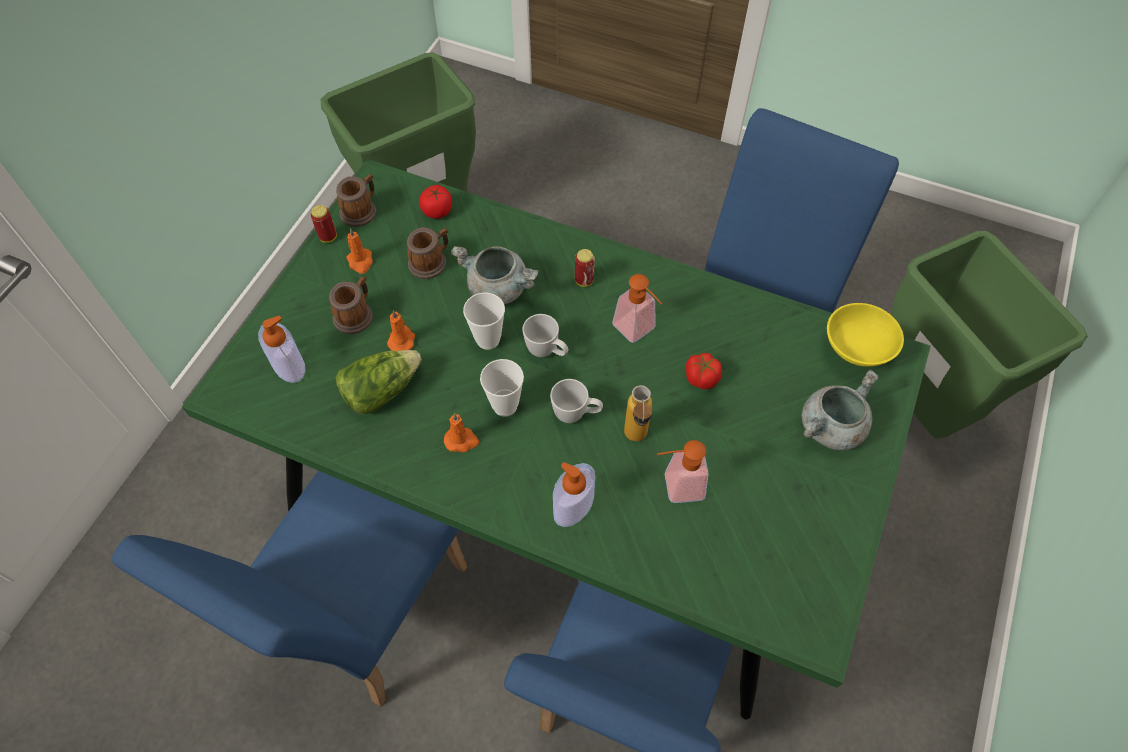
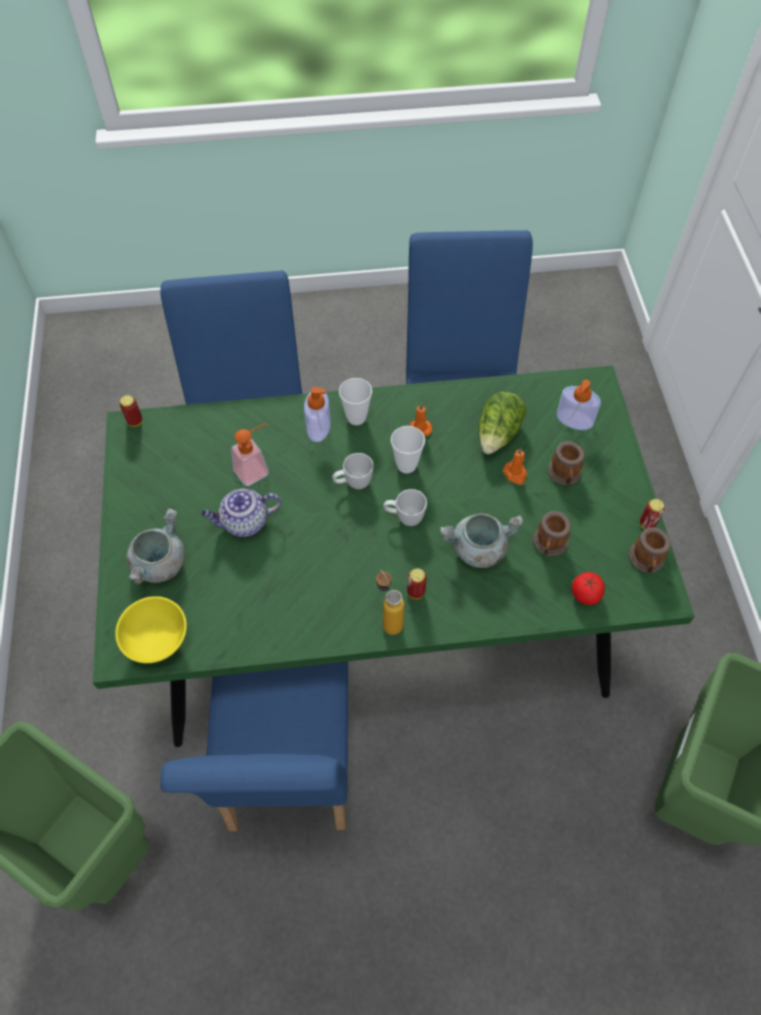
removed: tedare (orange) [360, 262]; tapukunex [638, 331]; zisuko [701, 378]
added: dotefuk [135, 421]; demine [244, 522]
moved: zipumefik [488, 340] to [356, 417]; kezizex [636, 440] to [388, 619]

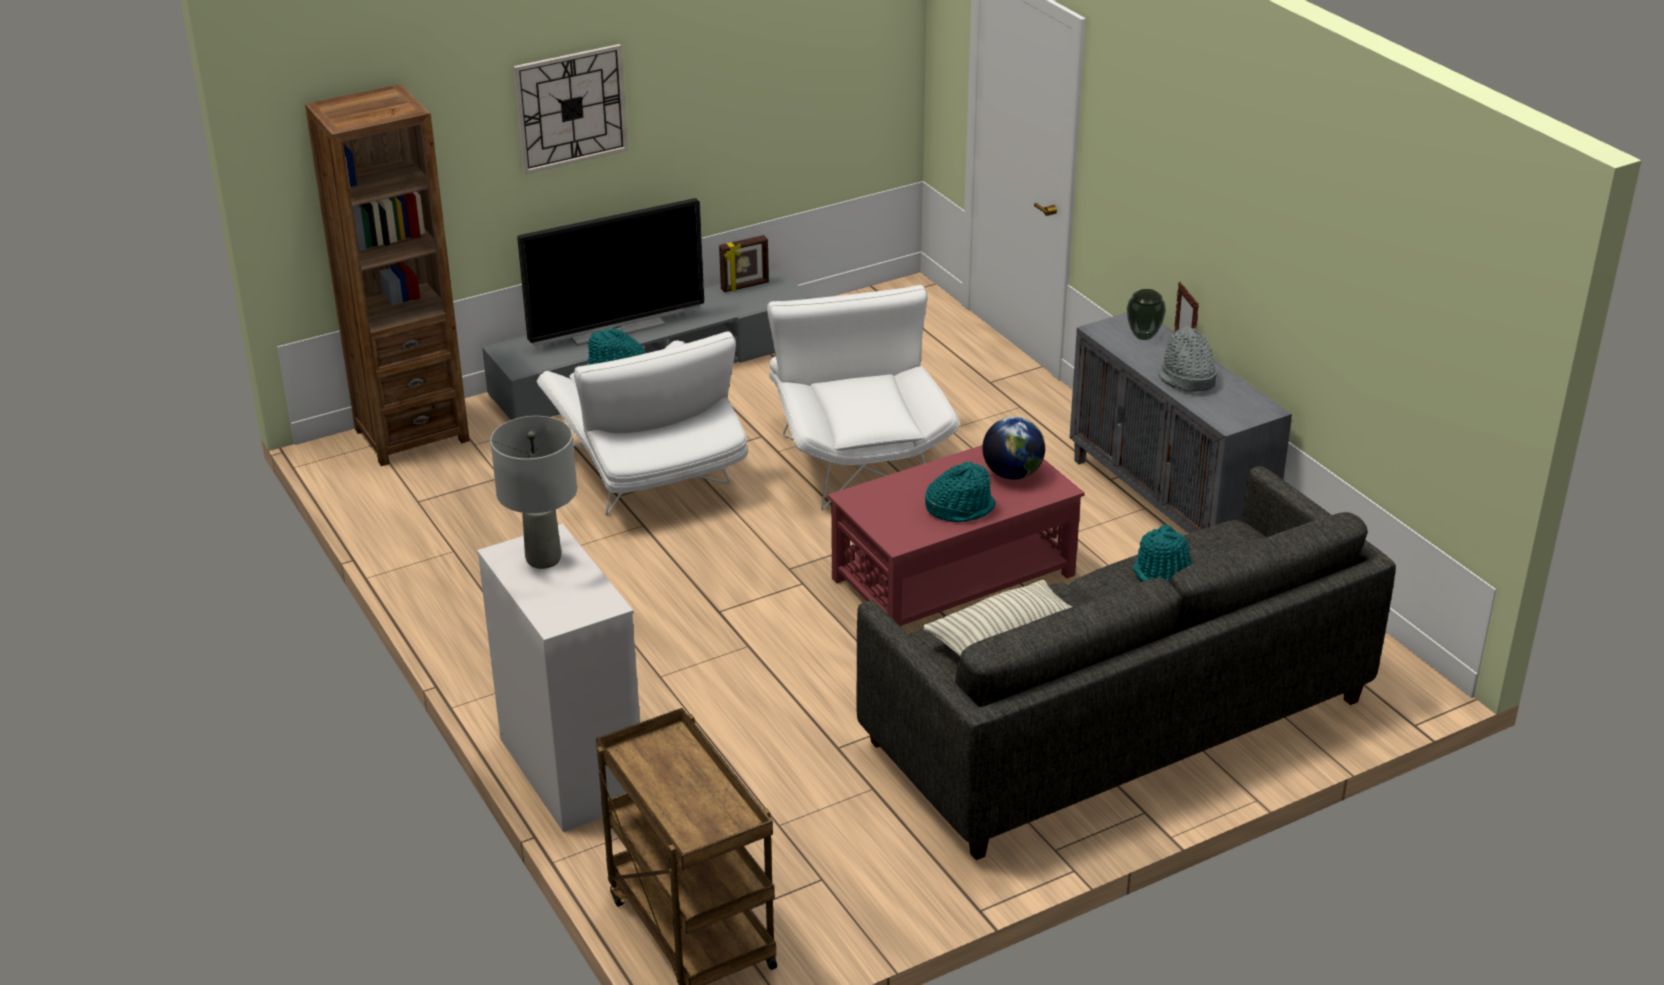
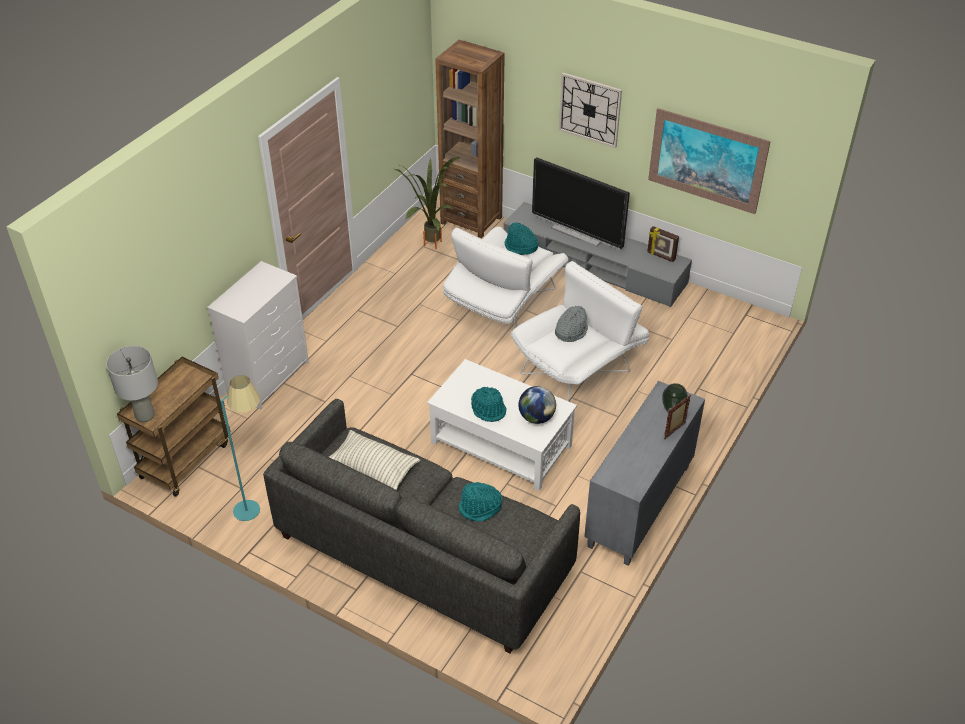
added: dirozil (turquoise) [258, 512]; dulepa [429, 246]; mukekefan [707, 160]
moved: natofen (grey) [544, 559] to [145, 416]; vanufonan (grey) [1186, 378] to [570, 331]
recoloured: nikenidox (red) [952, 577] to nikenidox (white) [500, 443]

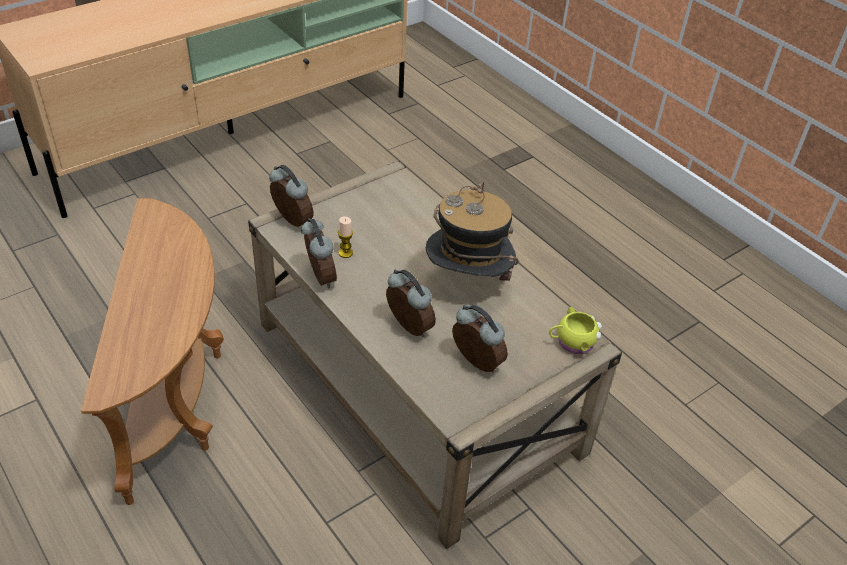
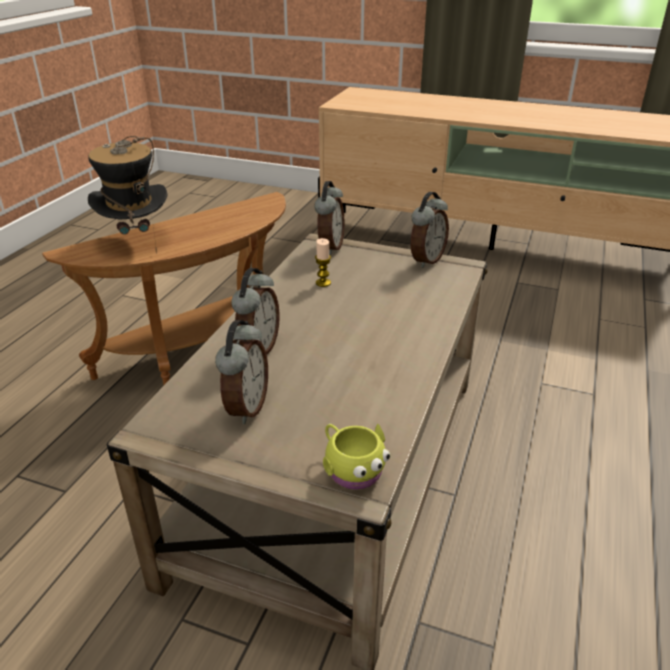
moved: vanufonan [467, 284] to [136, 240]; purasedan [319, 278] to [426, 260]

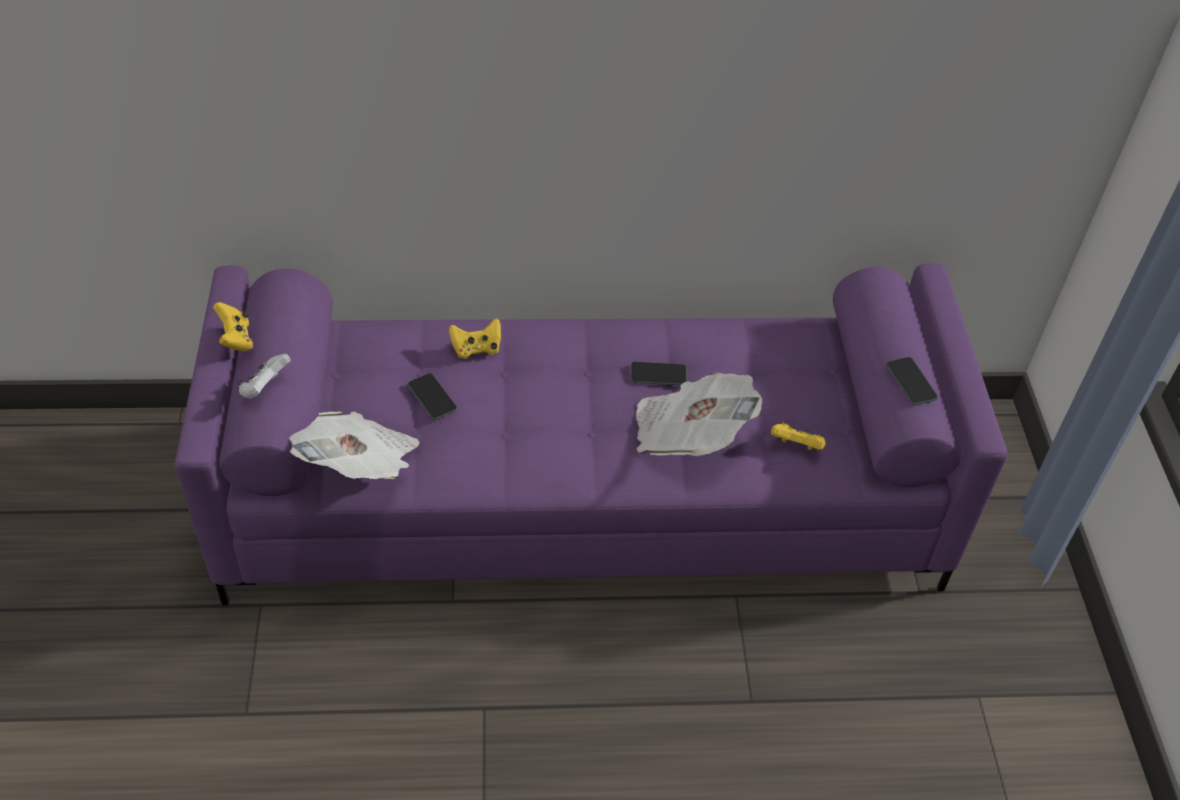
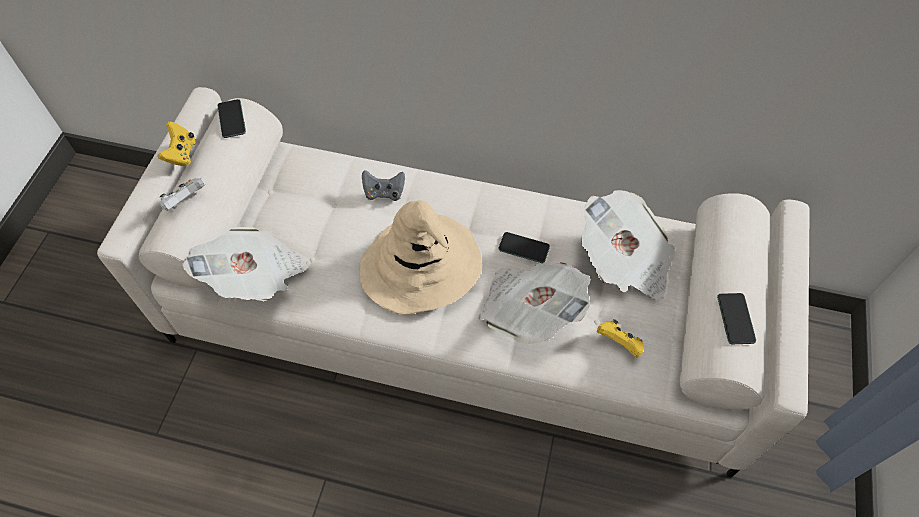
added: vanufonan (beige) [421, 266]; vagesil [624, 261]
moved: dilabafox [432, 397] to [231, 119]
recoloured: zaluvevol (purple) [586, 500] to zaluvevol (white) [462, 321]; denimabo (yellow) [476, 349] to denimabo (grey) [384, 193]

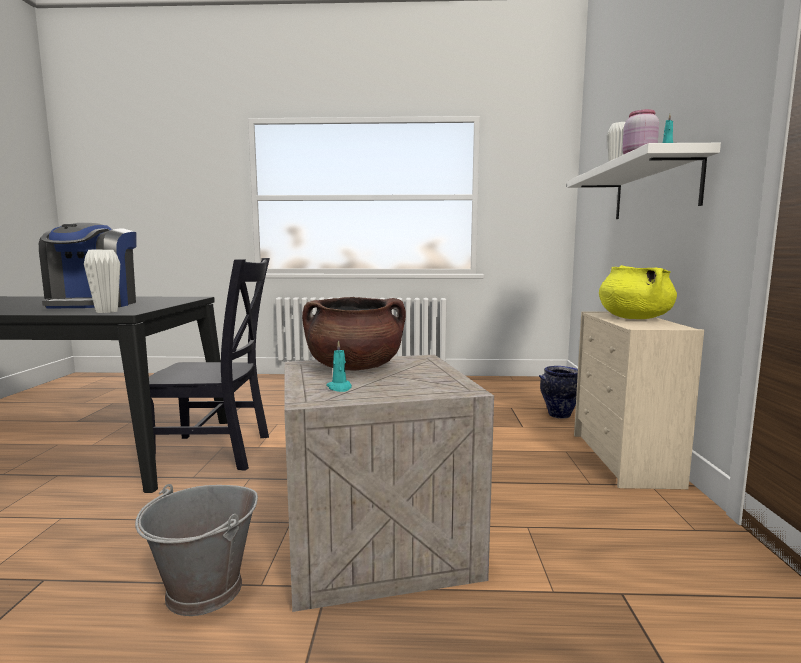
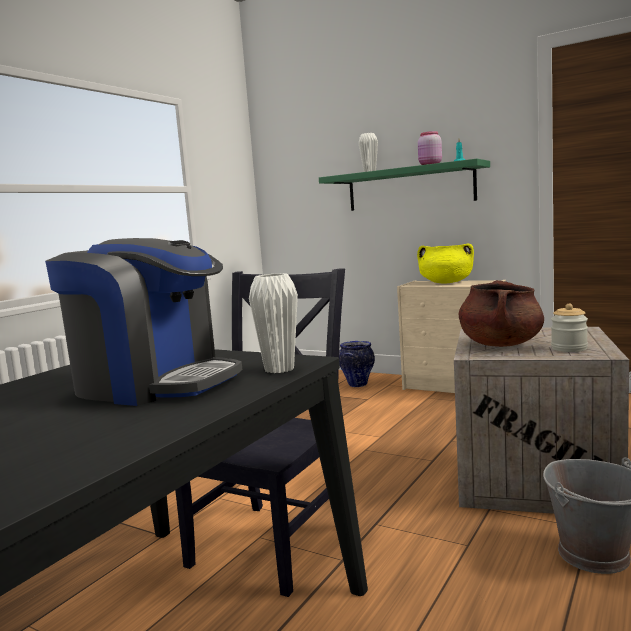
replaced: tedare (turquoise) [339, 388] to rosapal [569, 348]
recoloured: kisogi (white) [654, 189] to kisogi (green) [409, 188]

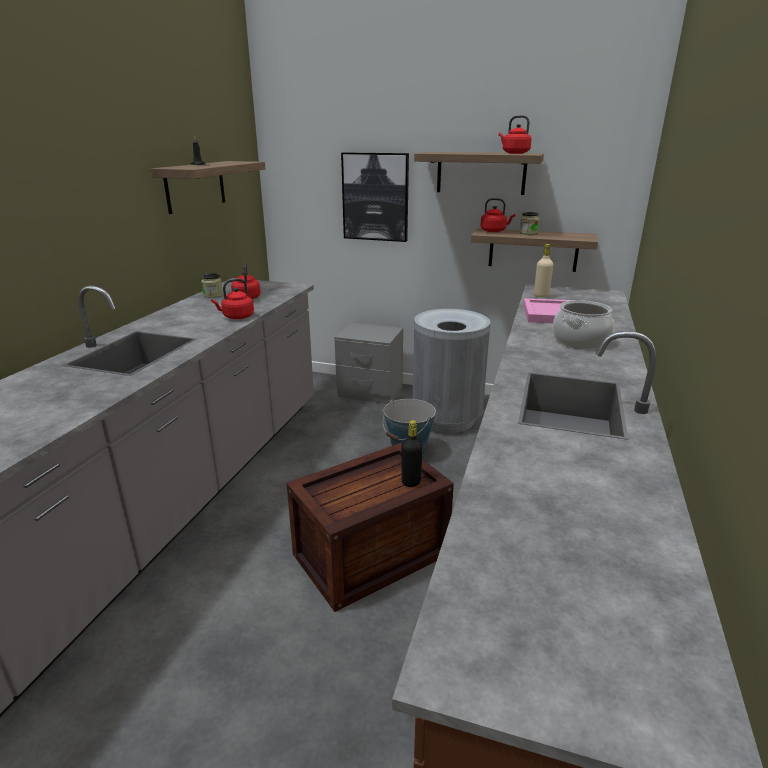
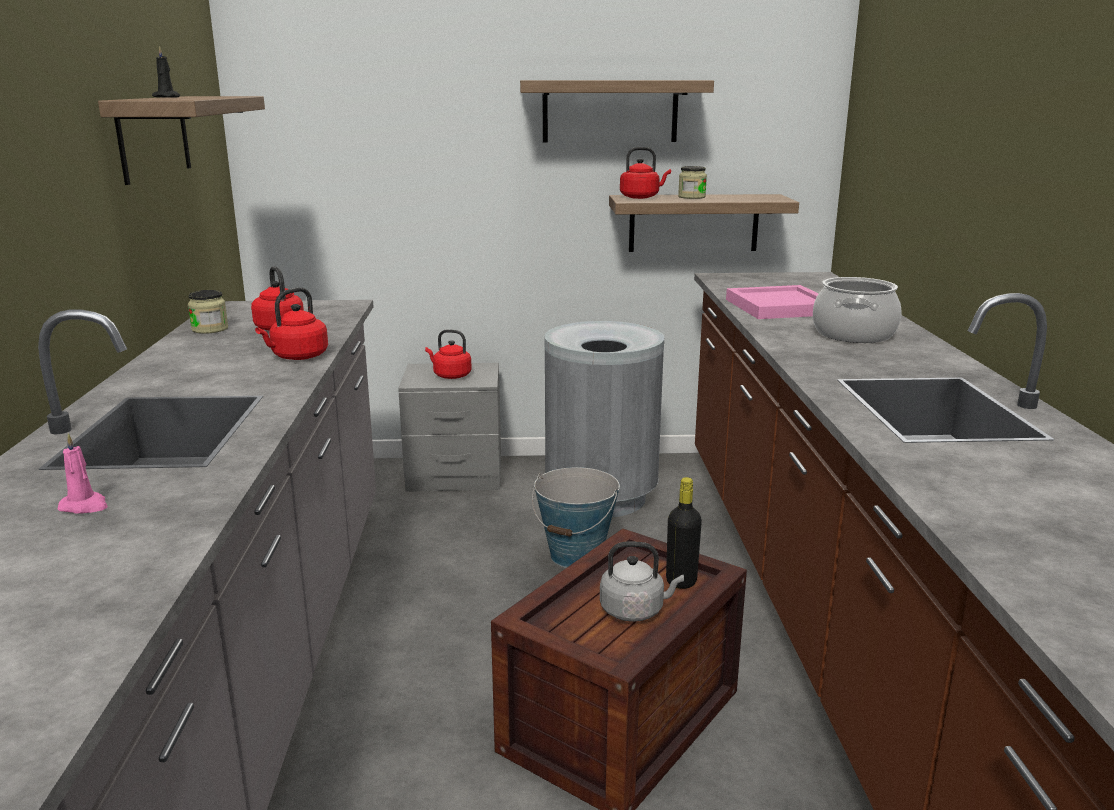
removed: mukekefan [375, 197]; kezizex (beige) [541, 296]
added: tedare (pink) [85, 506]; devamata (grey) [635, 610]
moved: devamata (red) [514, 153] to [450, 375]

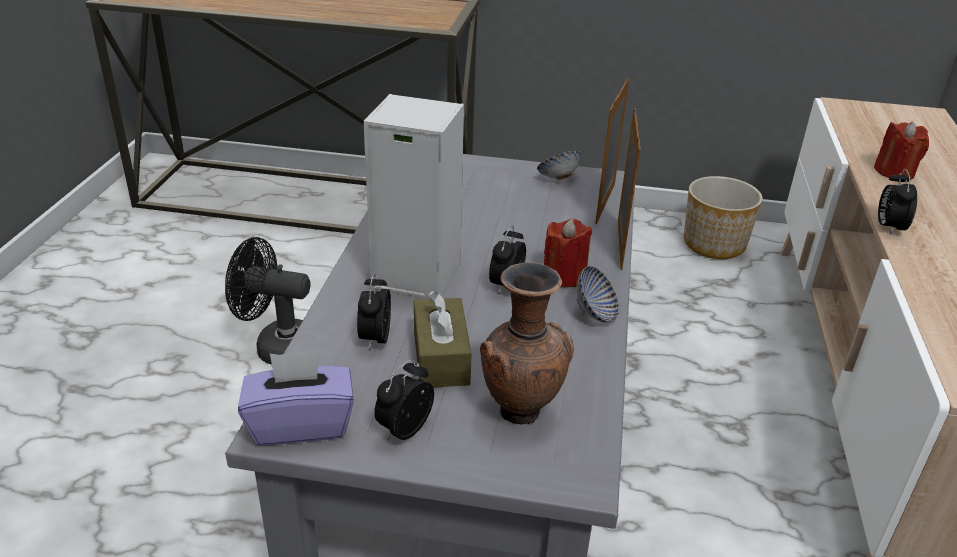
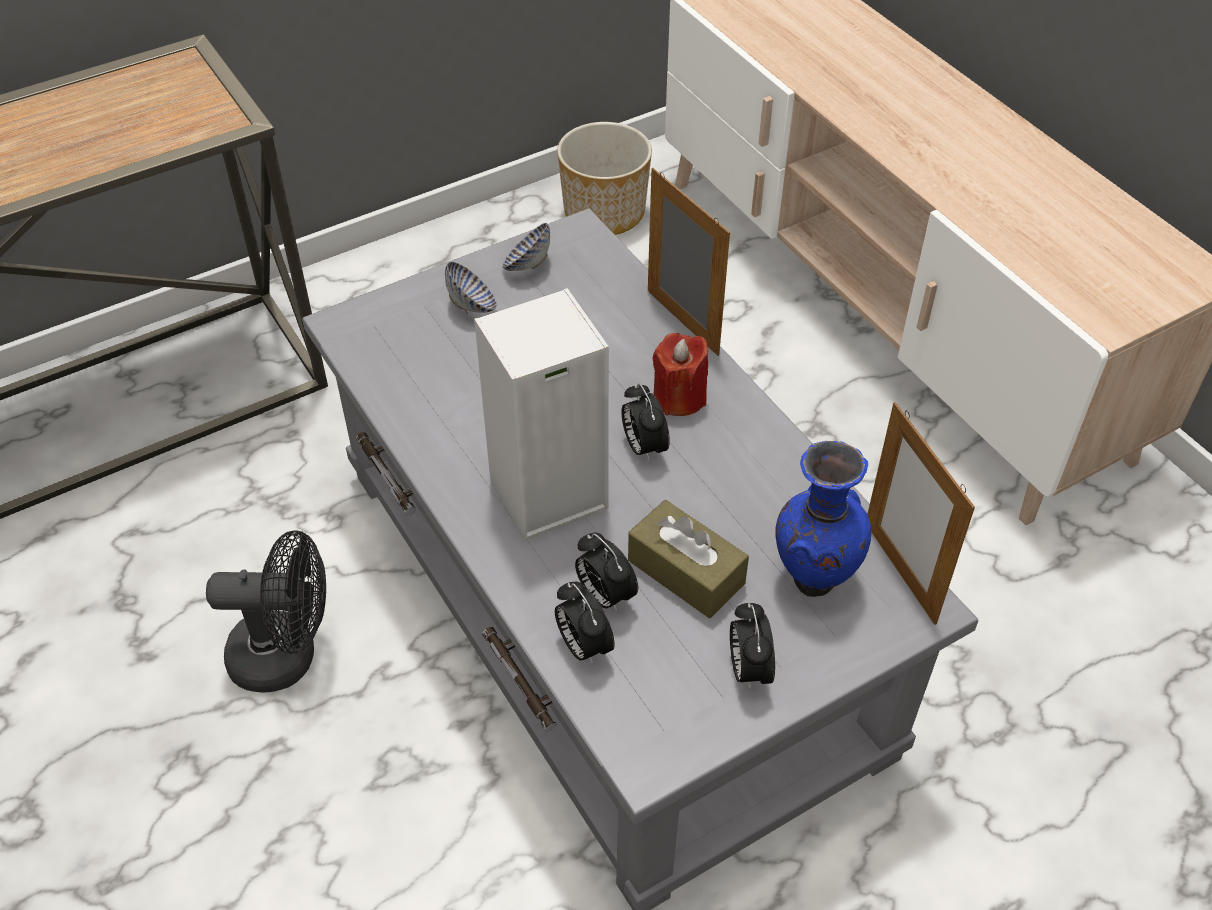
removed: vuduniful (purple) [300, 424]; tedare (red) [894, 172]
moved: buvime [595, 313] to [472, 305]; purasedan [888, 227] to [583, 646]; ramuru [605, 203] to [900, 572]
recoloured: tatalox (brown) [520, 410] to tatalox (blue) [812, 577]
turned: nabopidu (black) [278, 347] = [287, 656] 150 degrees counterclockwise

